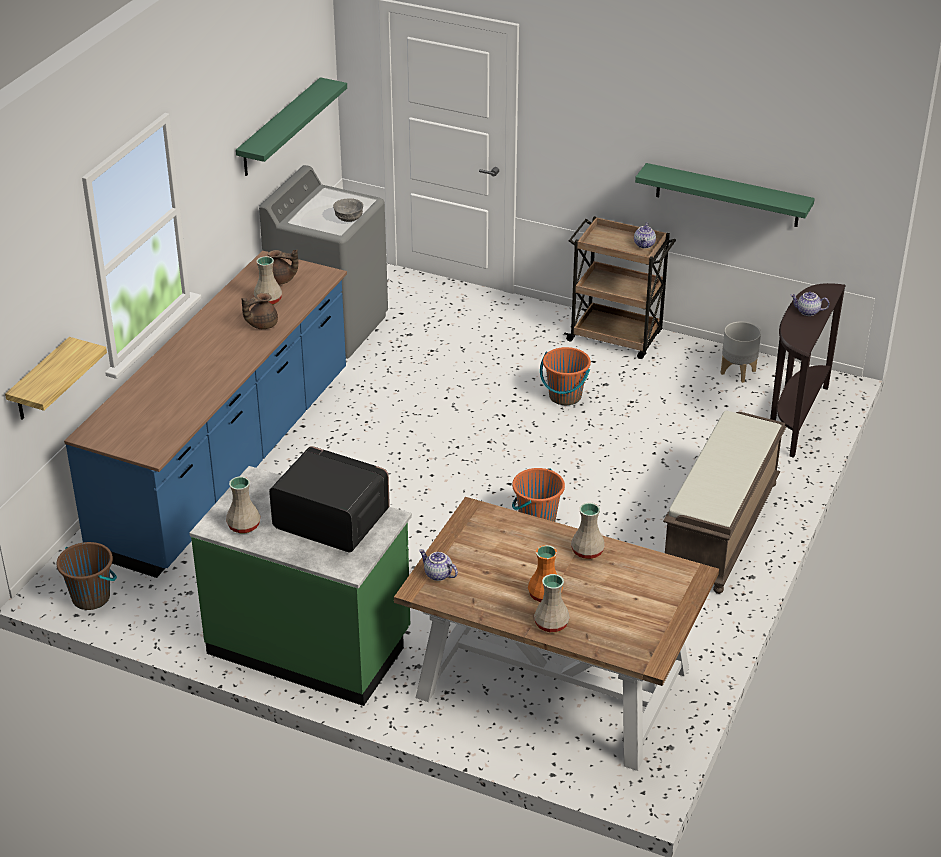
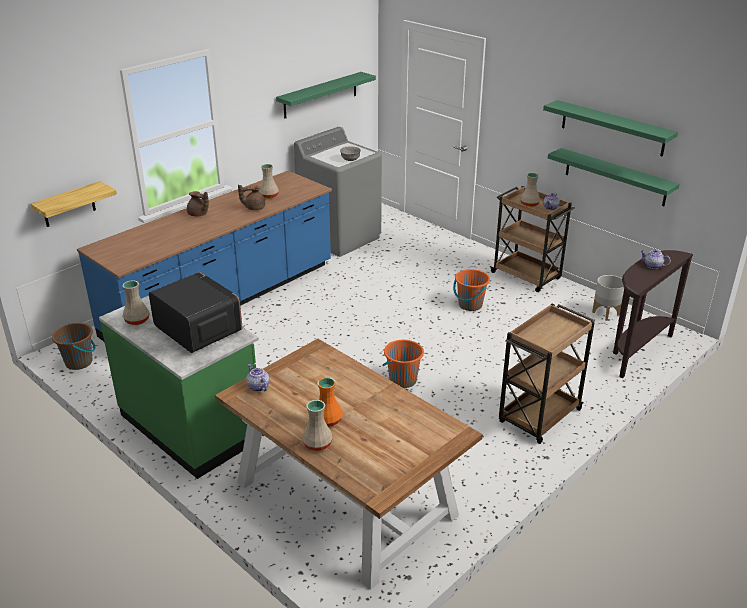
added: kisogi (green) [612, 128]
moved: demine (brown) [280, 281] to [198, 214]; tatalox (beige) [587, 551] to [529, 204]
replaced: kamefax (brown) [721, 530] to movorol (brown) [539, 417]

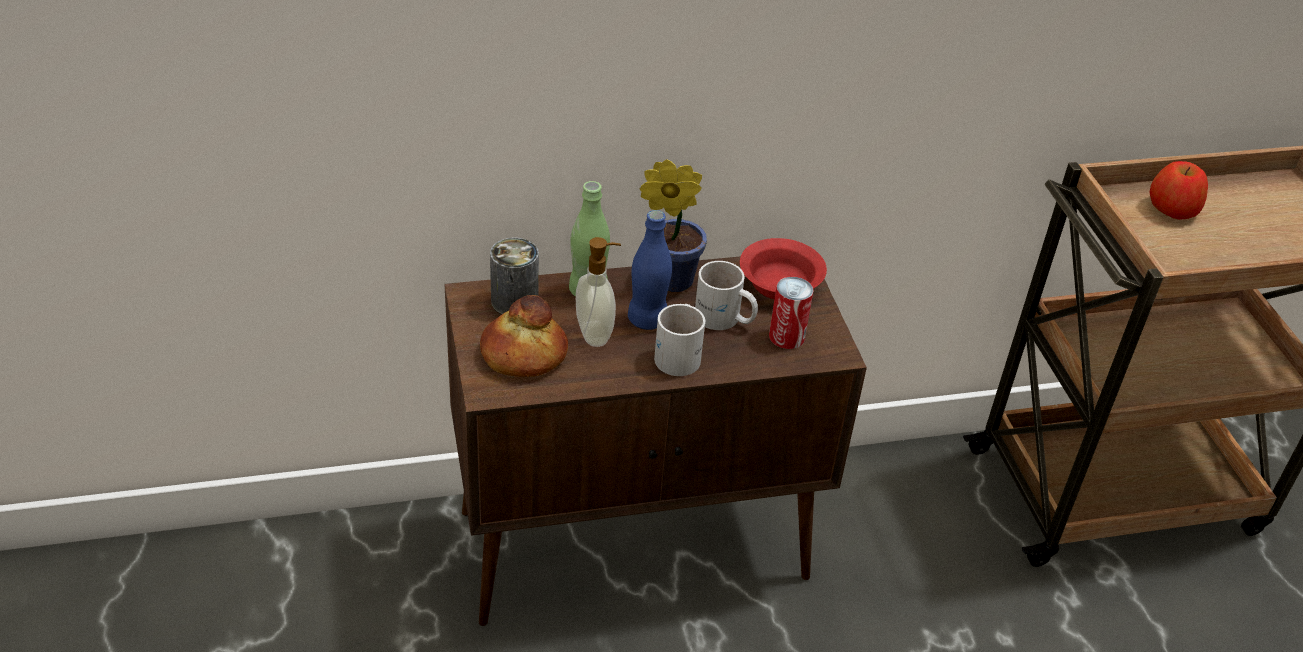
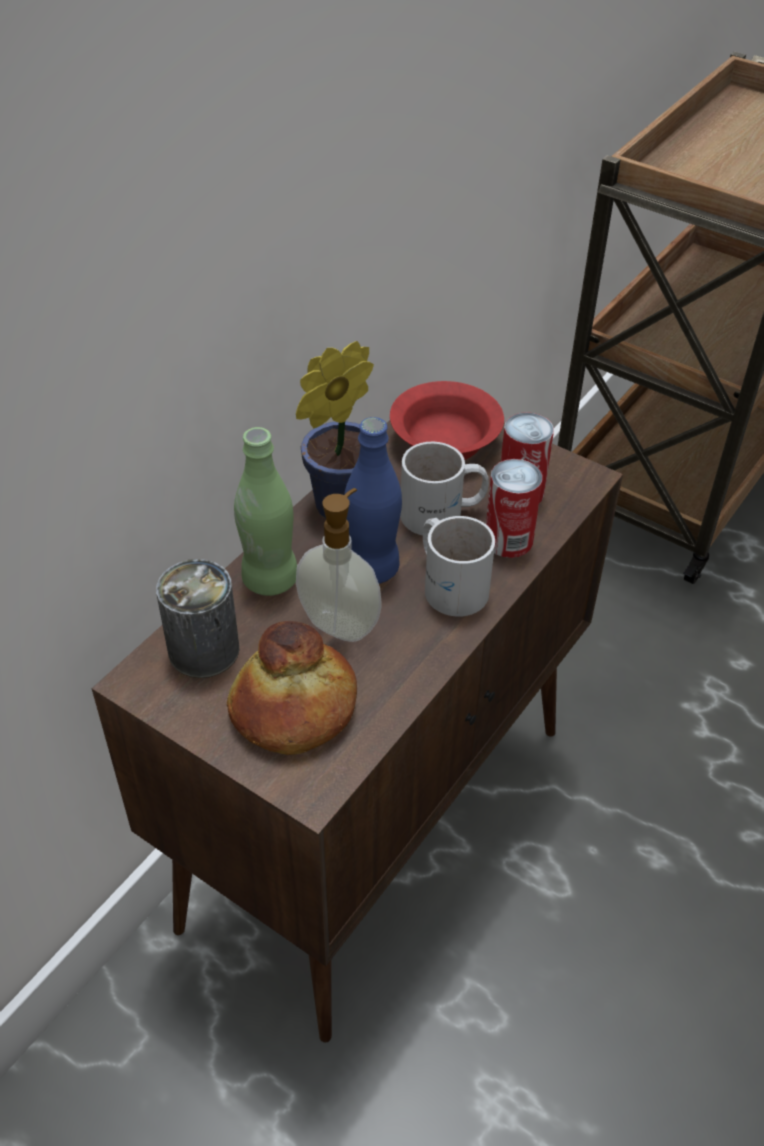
removed: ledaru [1172, 209]
added: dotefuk [508, 540]

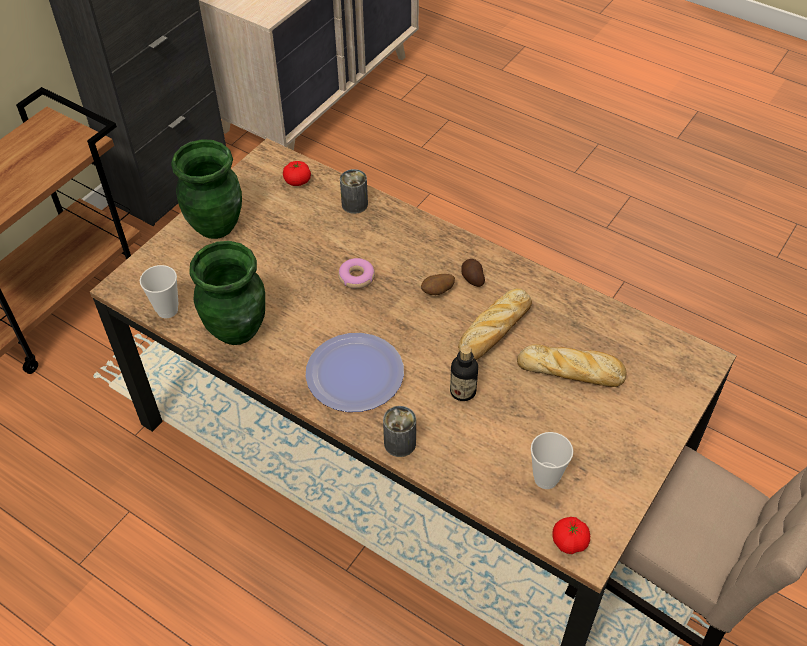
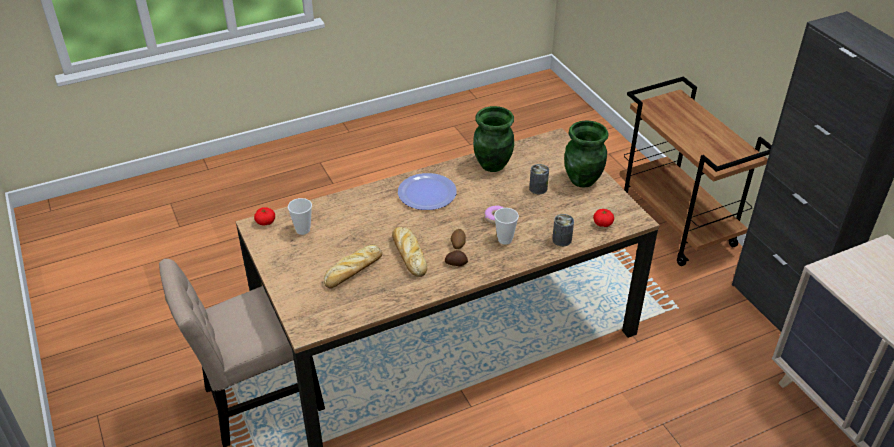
removed: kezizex [463, 391]
moved: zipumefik [167, 310] to [505, 239]; dotefuk [400, 443] to [538, 188]

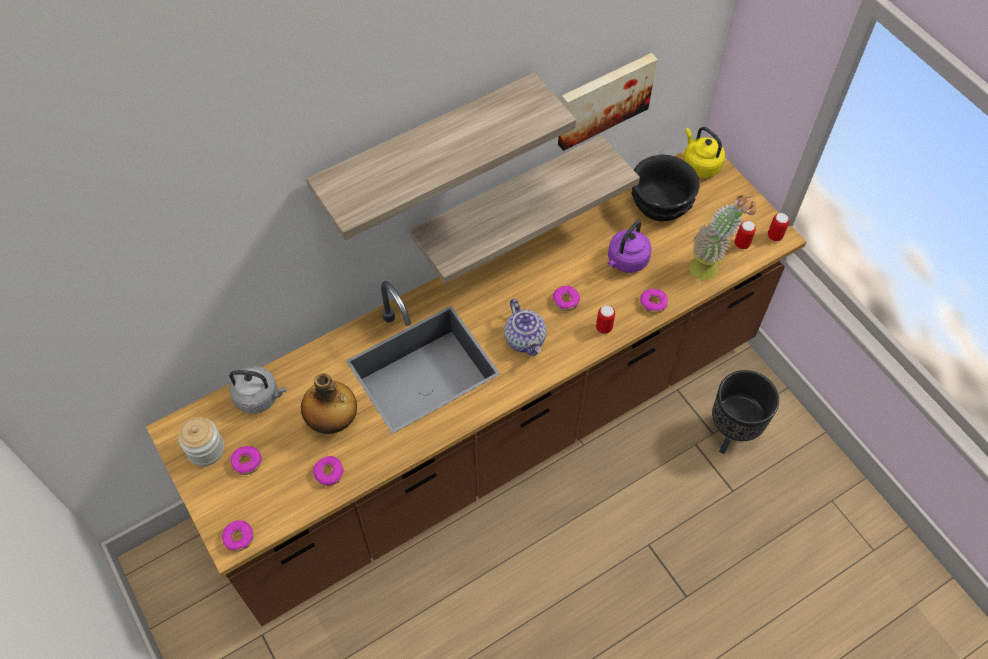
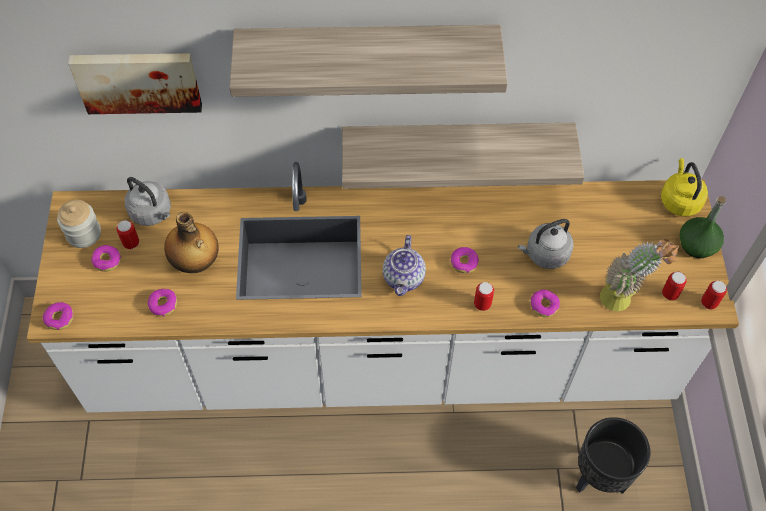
removed: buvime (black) [660, 203]
added: dotefuk [131, 243]; kezizex (green) [697, 245]
moved: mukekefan [603, 99] to [138, 80]
recoloured: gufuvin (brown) [494, 432] to gufuvin (white) [381, 358]; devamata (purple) [626, 261] to devamata (grey) [545, 254]

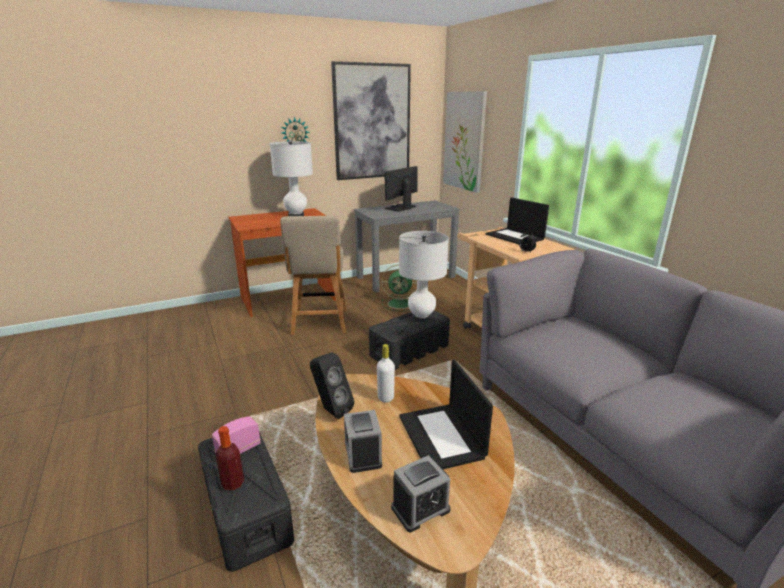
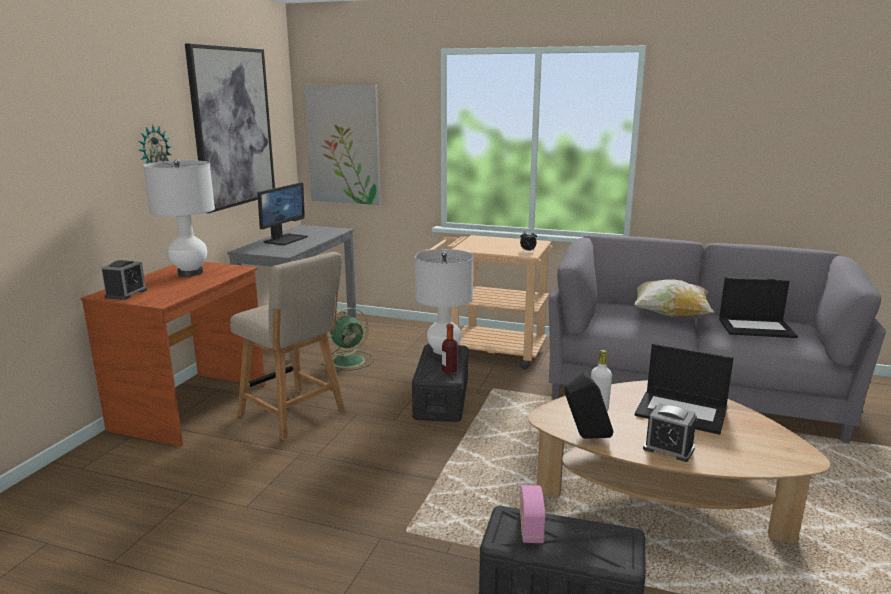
added: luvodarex [670, 315]
moved: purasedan [420, 509] to [126, 294]; kezizex [233, 483] to [449, 371]; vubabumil [515, 237] to [757, 328]
turned: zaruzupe [401, 208] = [285, 239] 150 degrees counterclockwise

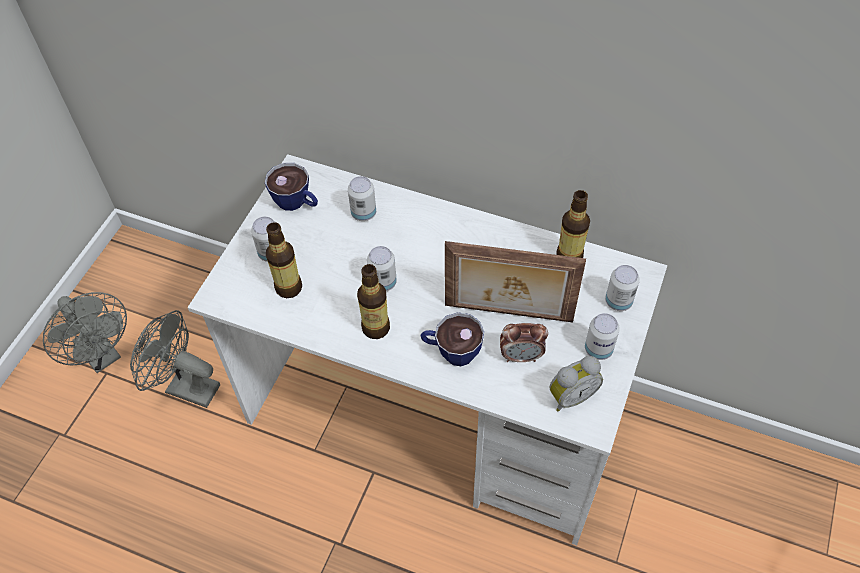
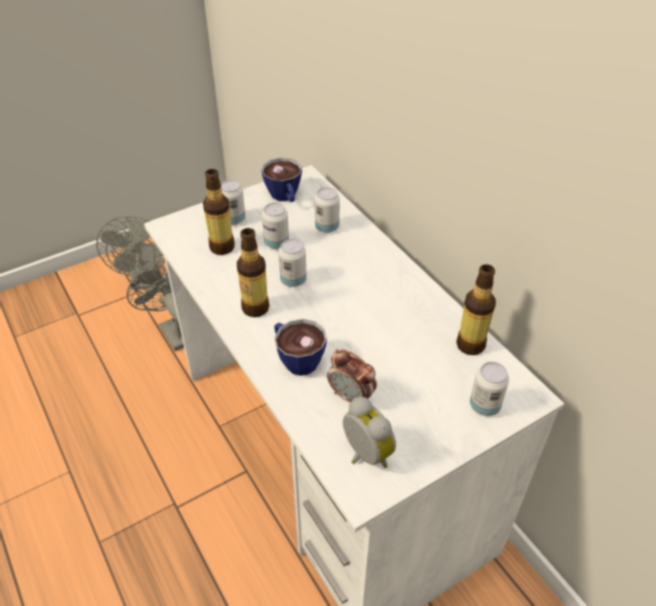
removed: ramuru [508, 314]
moved: dotefuk [598, 349] to [276, 243]
turned: purasedan [570, 396] = [364, 455] 135 degrees counterclockwise

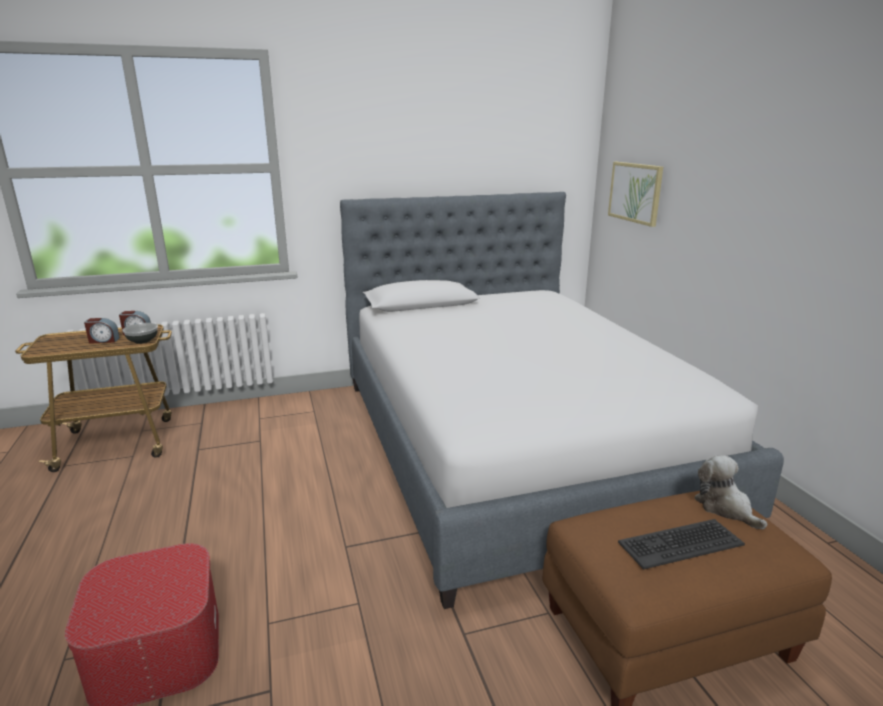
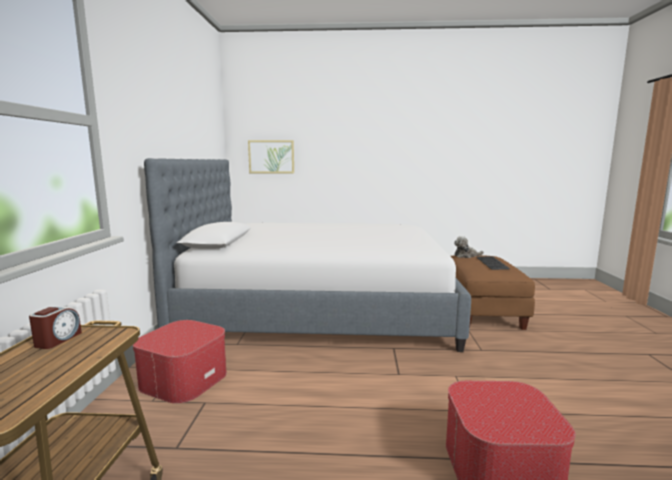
removed: purasedan [103, 340]; buvime [142, 340]
added: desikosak [184, 379]

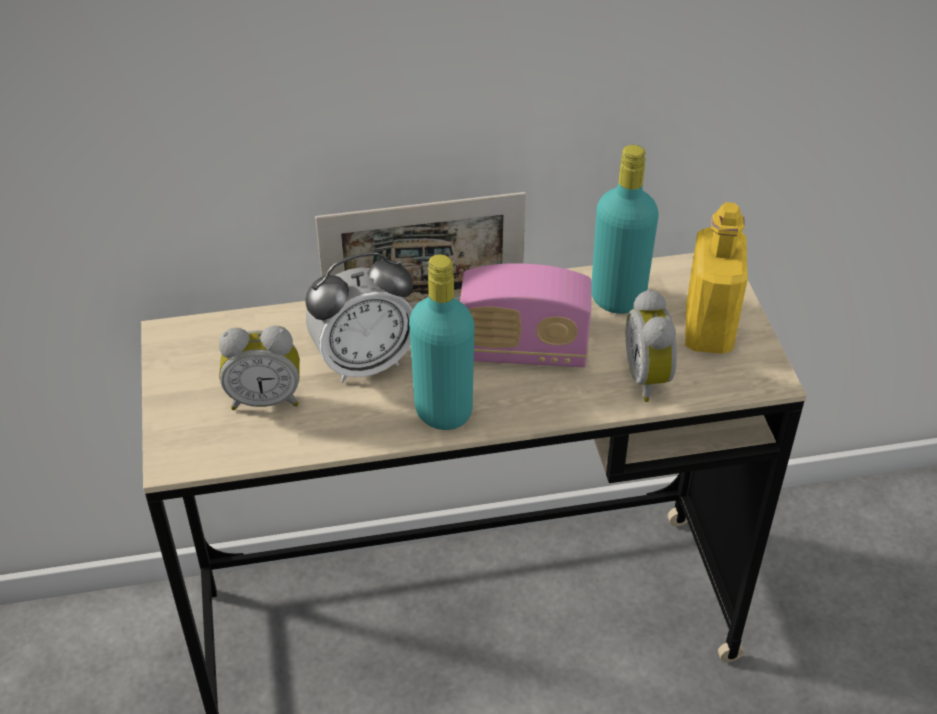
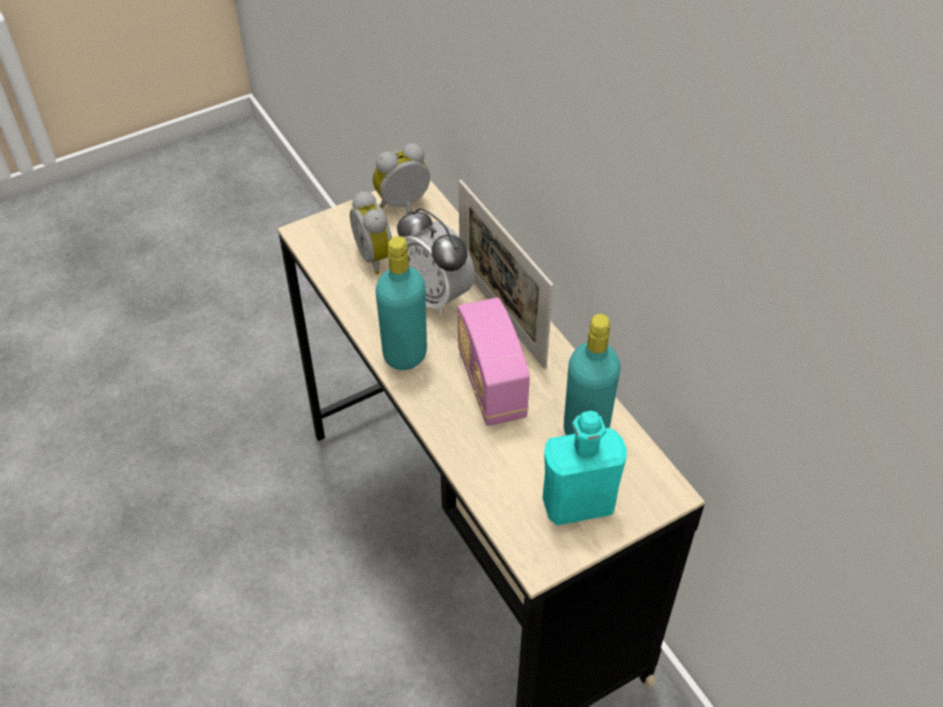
moved: purasedan [650, 378] to [404, 206]
recoloured: kezizex (yellow) [708, 330] to kezizex (turquoise) [578, 504]

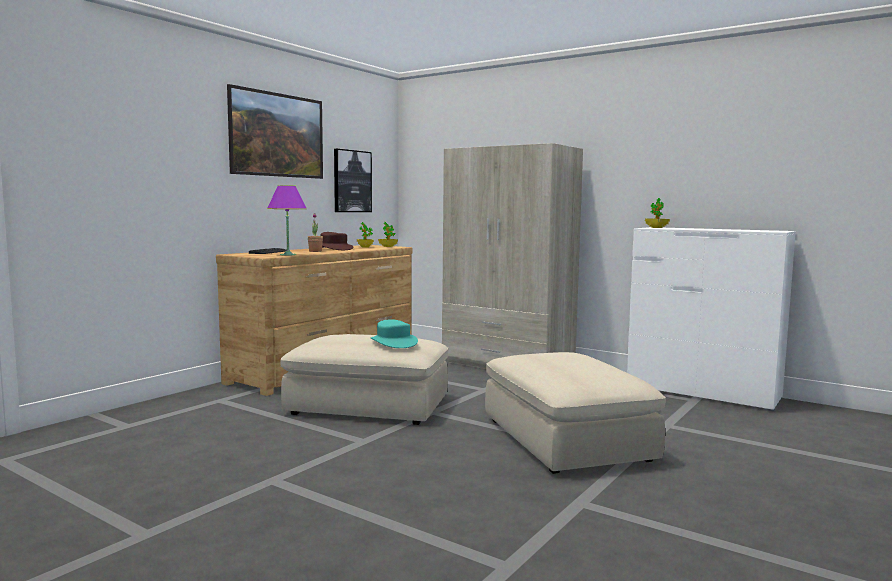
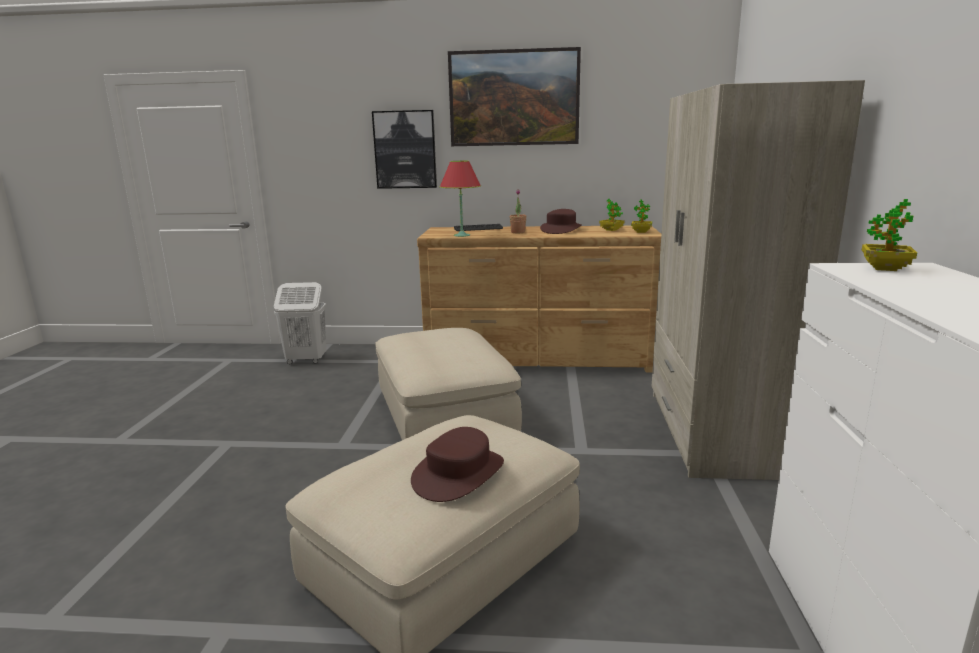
removed: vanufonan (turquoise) [393, 342]
added: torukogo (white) [306, 360]; vanufonan (brown) [459, 474]
moved: mukekefan [352, 181] to [405, 149]
recoloured: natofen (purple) [288, 255] to natofen (red) [462, 235]

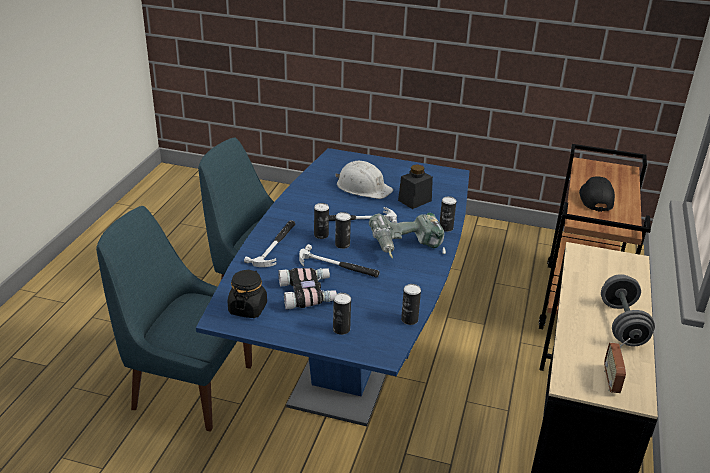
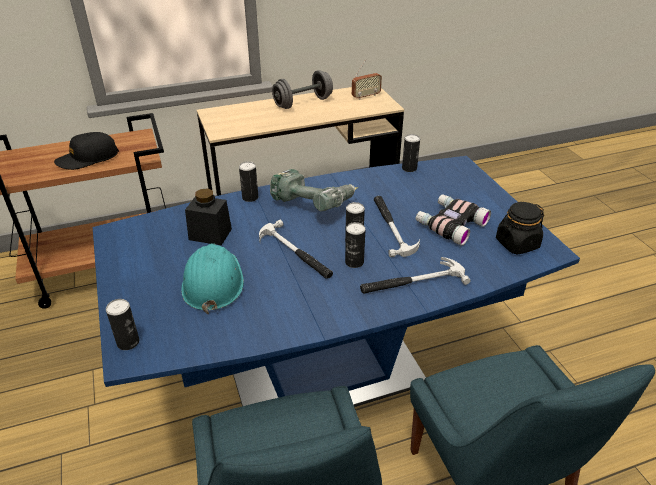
moved: dotefuk [341, 329] to [128, 342]
recoloured: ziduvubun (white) [363, 187] to ziduvubun (turquoise) [213, 283]

